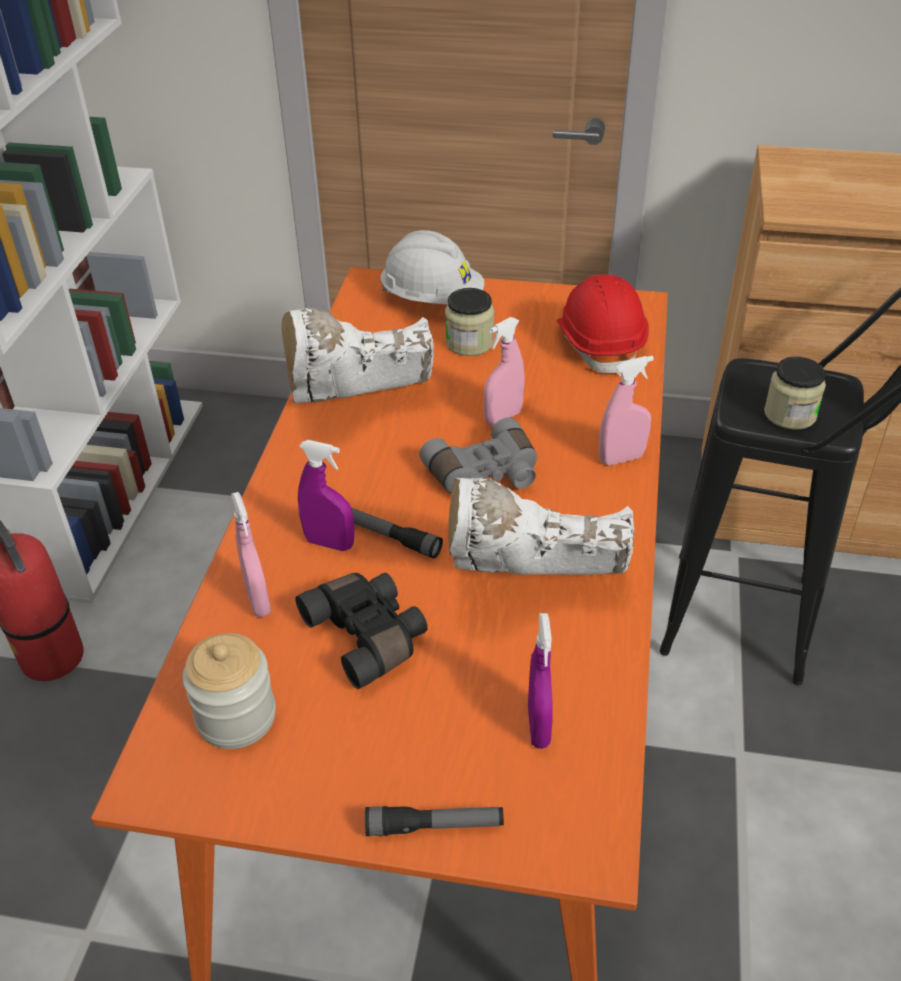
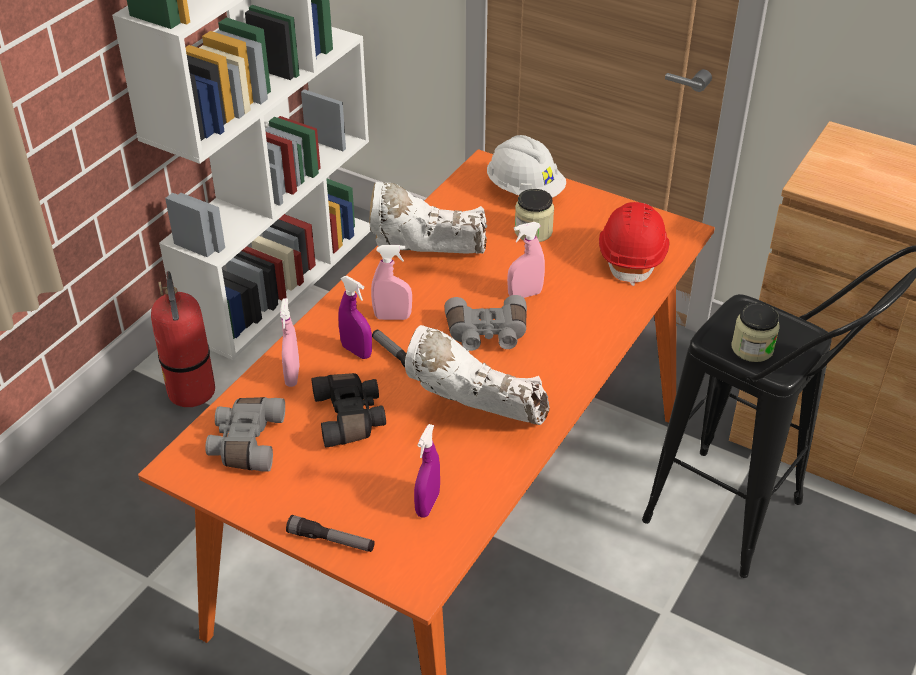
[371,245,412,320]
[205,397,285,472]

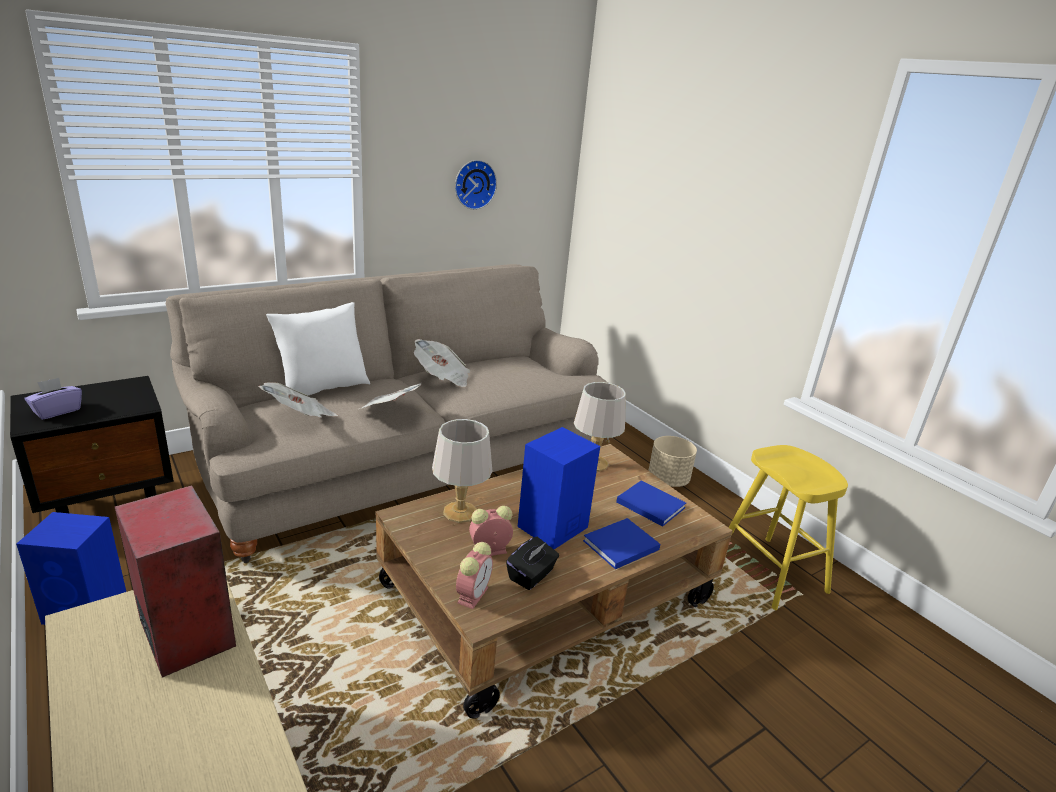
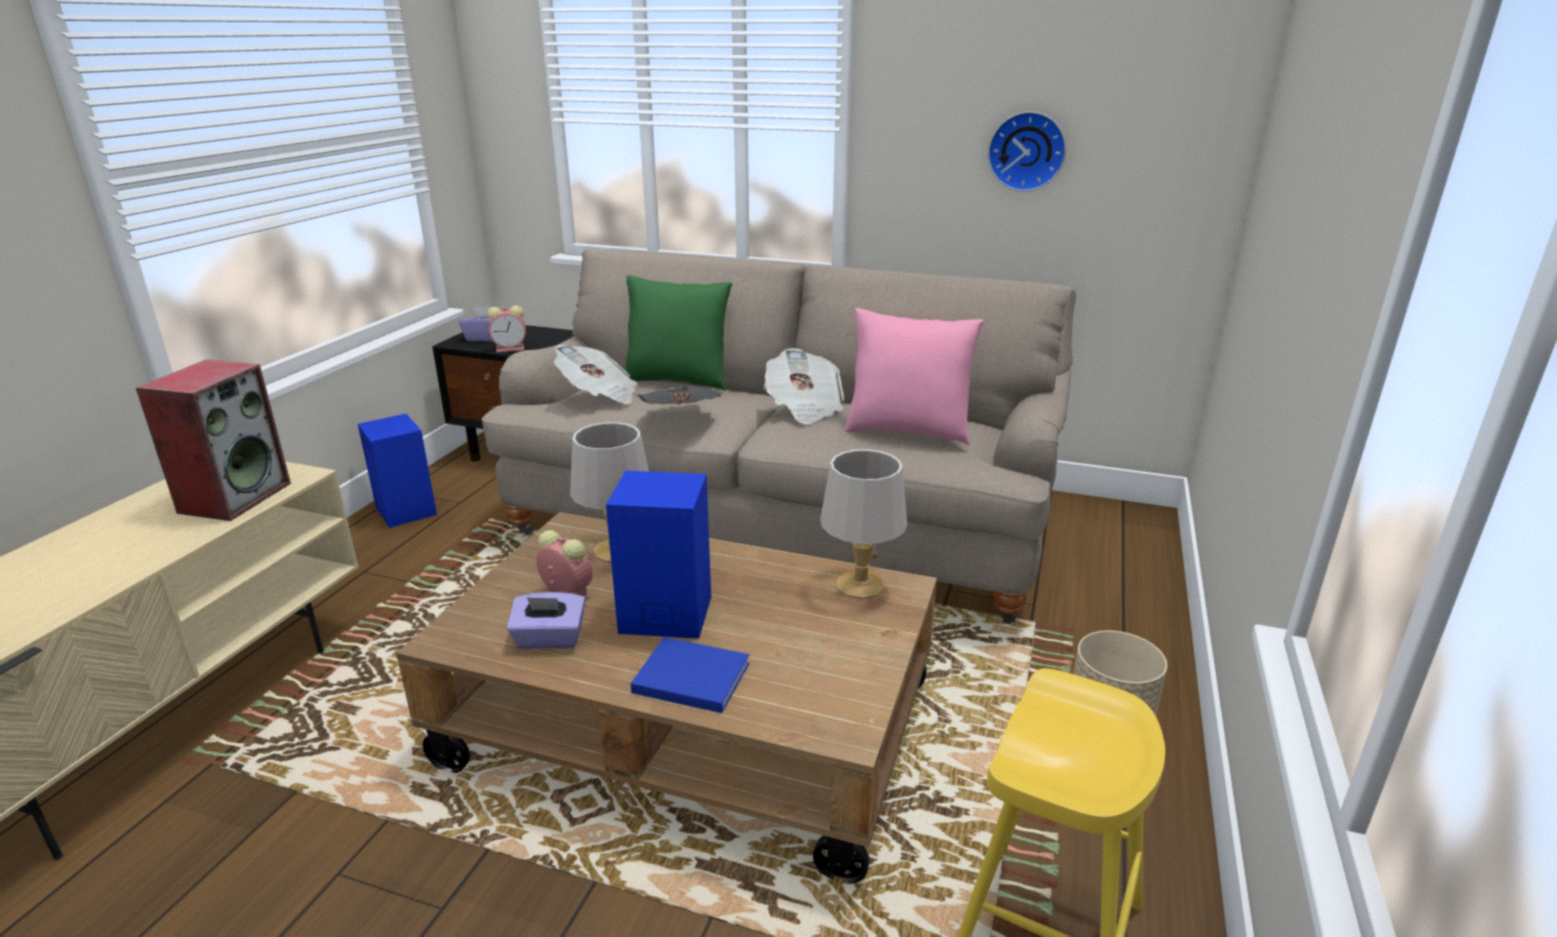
[625,275,732,391]
[616,481,686,527] (first image)
[507,592,586,649]
[487,305,526,352]
[845,308,984,445]

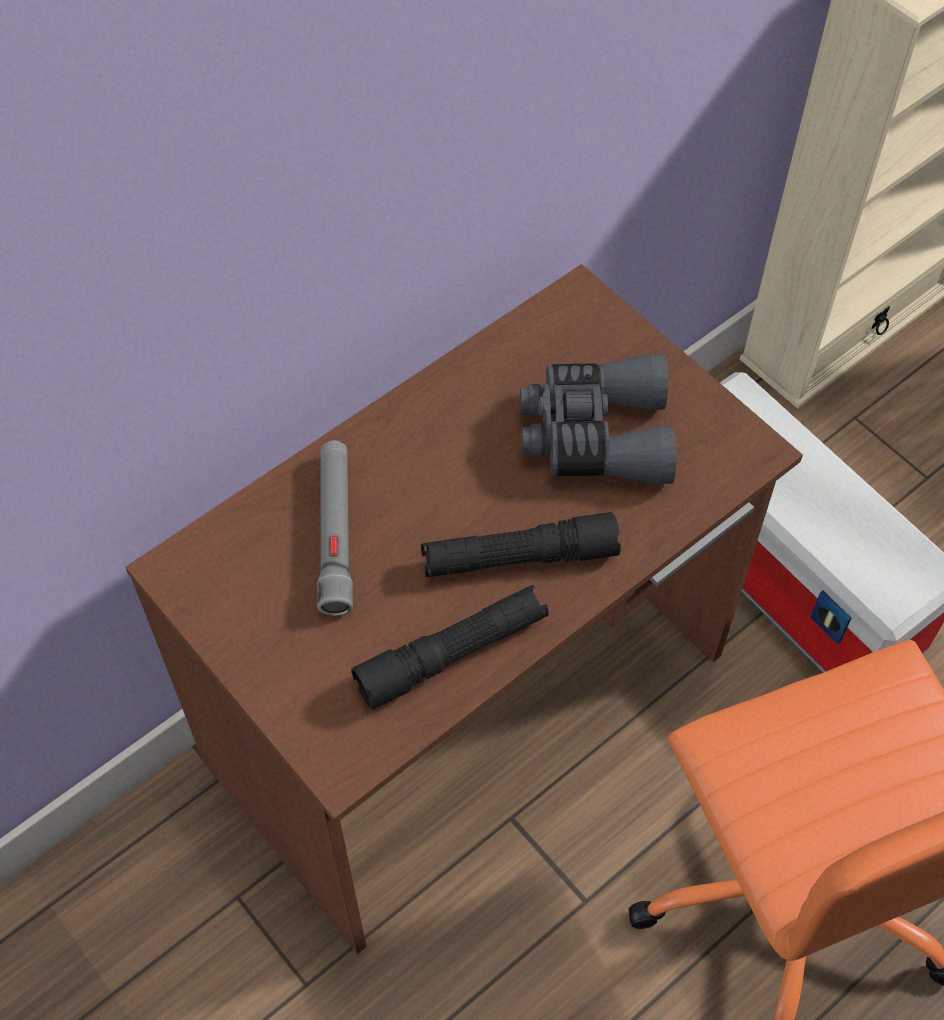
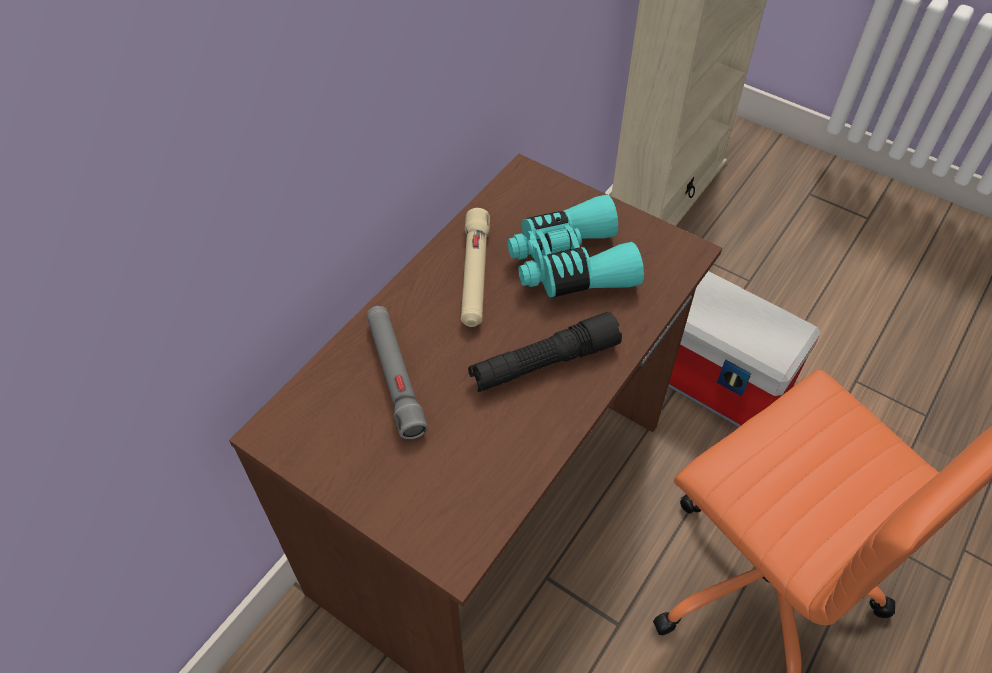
[507,195,644,298]
[351,585,549,710] (first image)
[461,208,490,327]

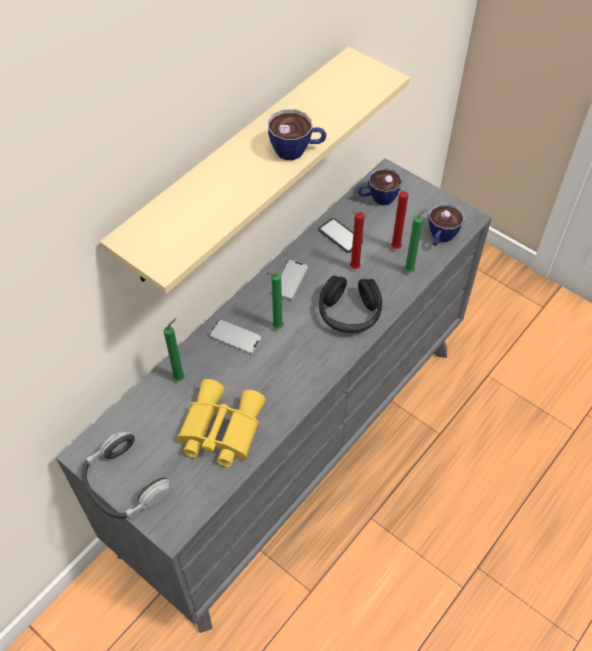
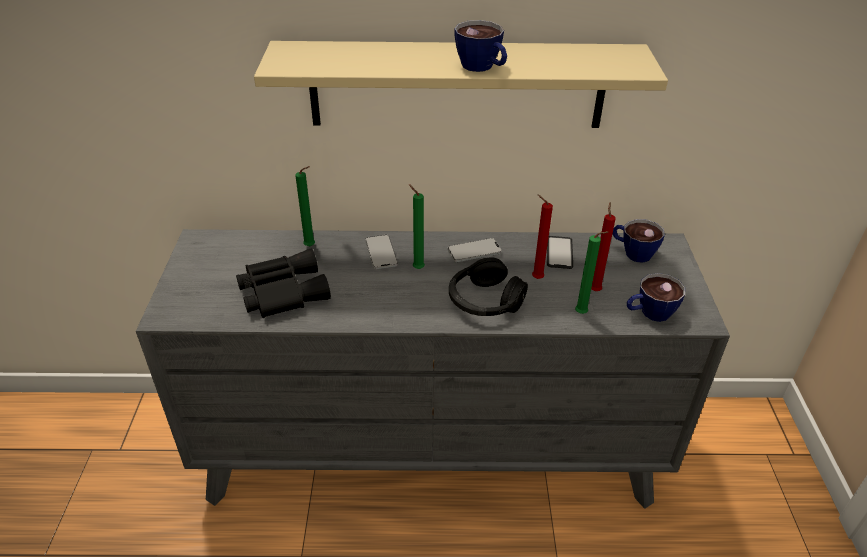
[236,248,331,318]
[81,431,171,519] (first image)

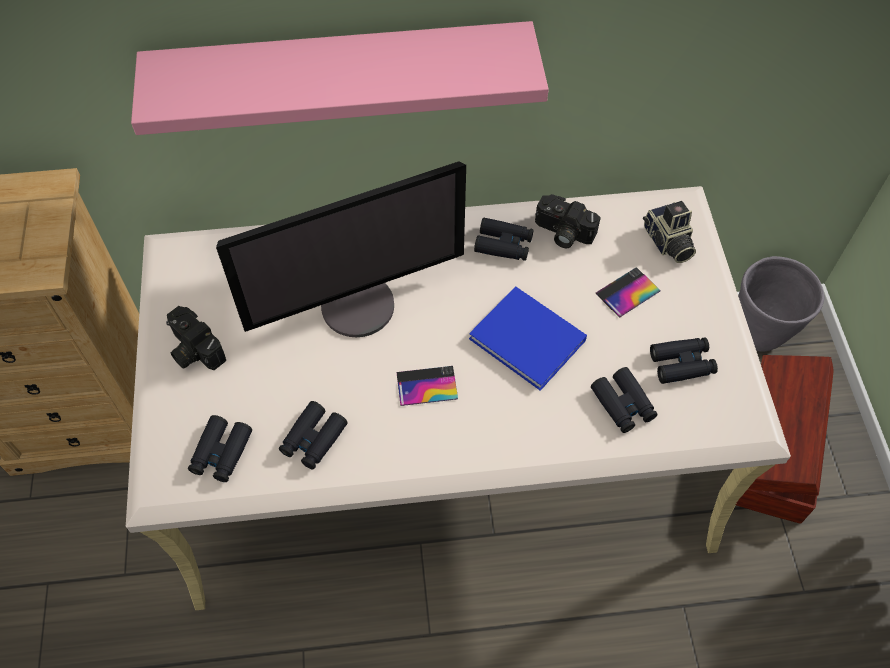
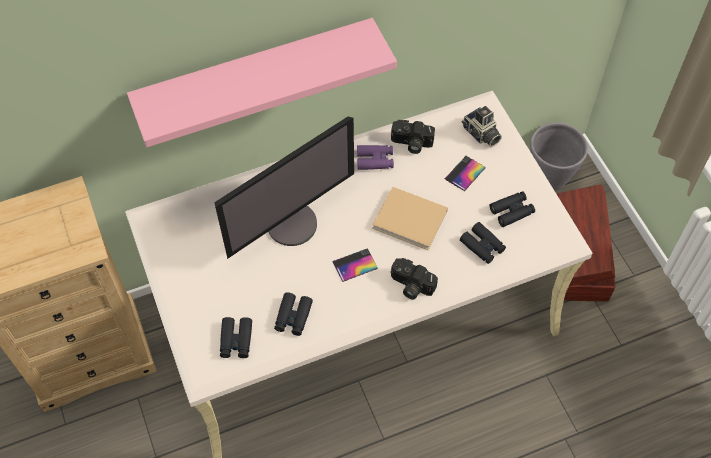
[357,145,394,170]
[372,187,448,250]
[390,258,438,300]

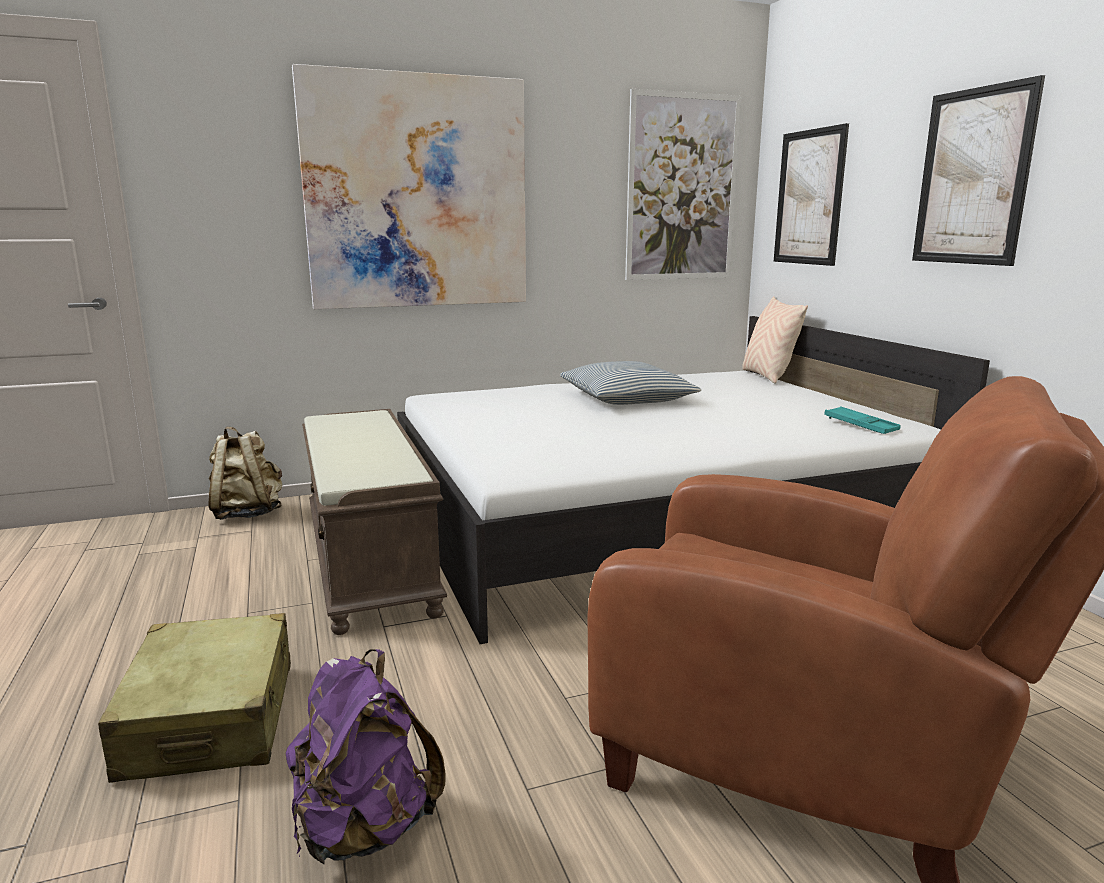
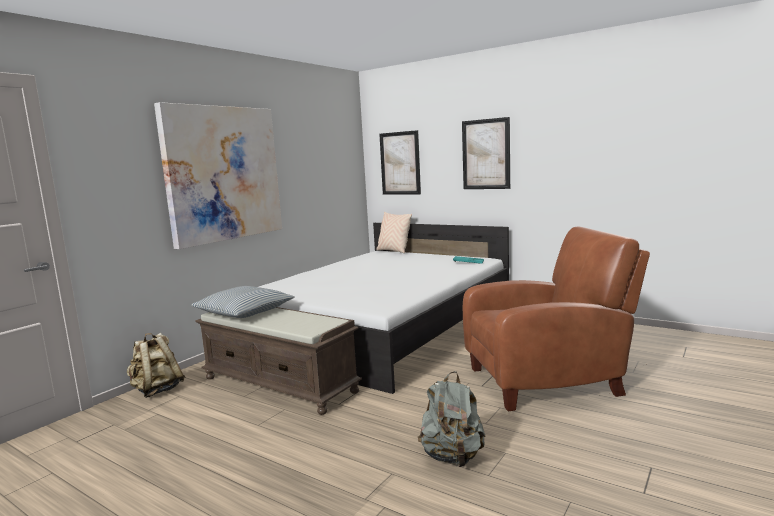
[625,89,742,280] (first image)
[191,286,295,318]
[98,613,291,783] (first image)
[418,371,486,467]

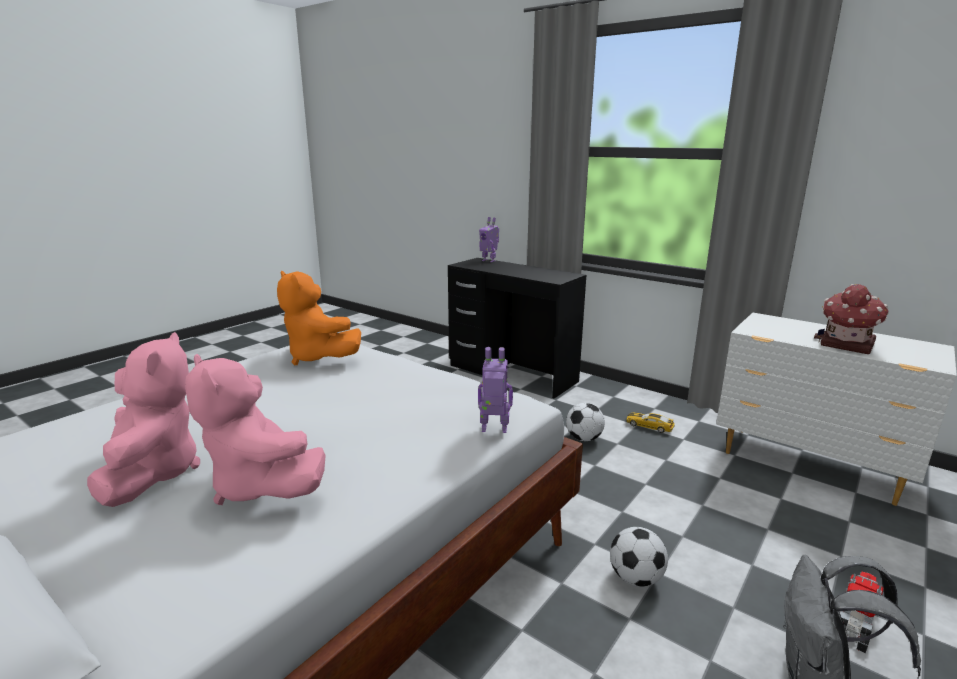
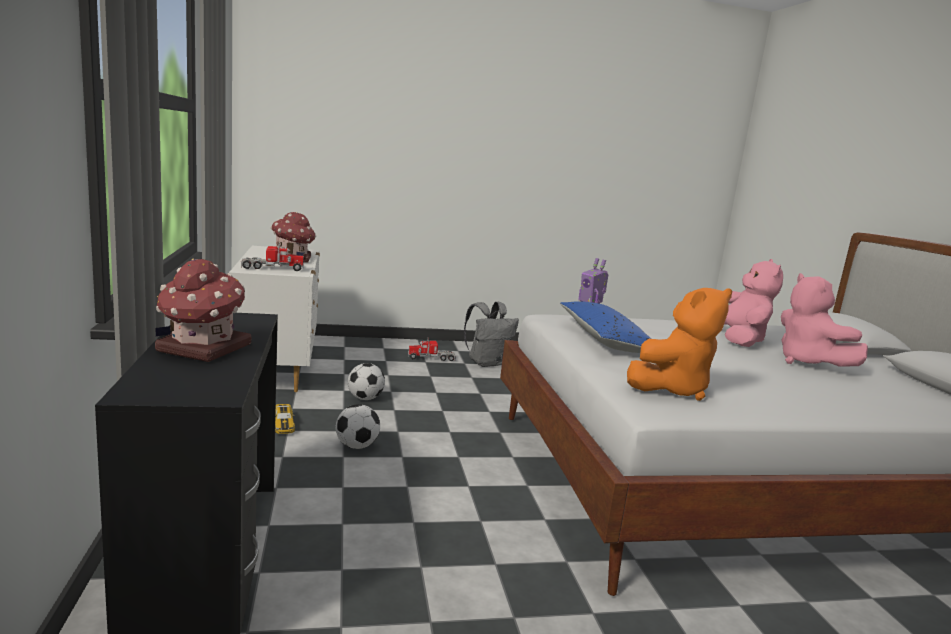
[479,217,499,262] (first image)
[627,288,732,401]
[781,273,868,367]
[348,363,385,400]
[241,243,304,271]
[155,258,251,362]
[560,301,651,353]

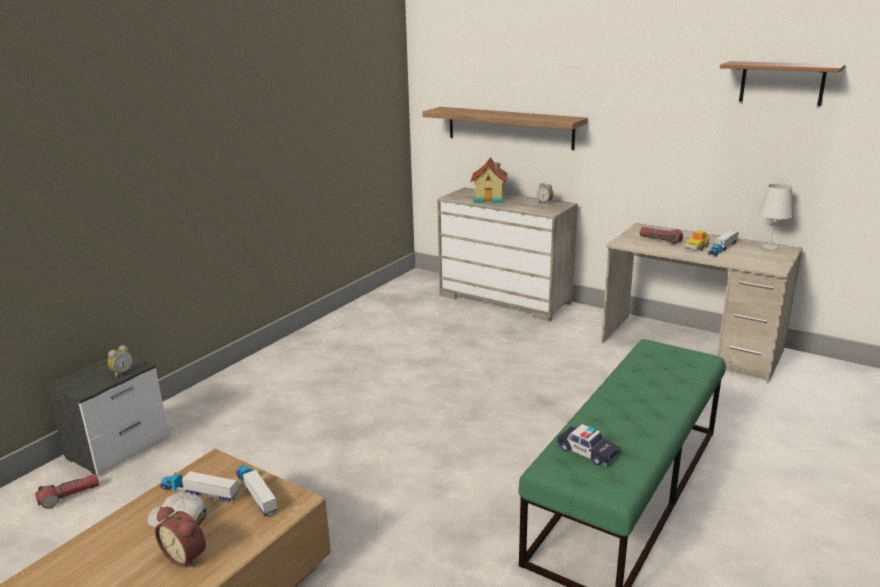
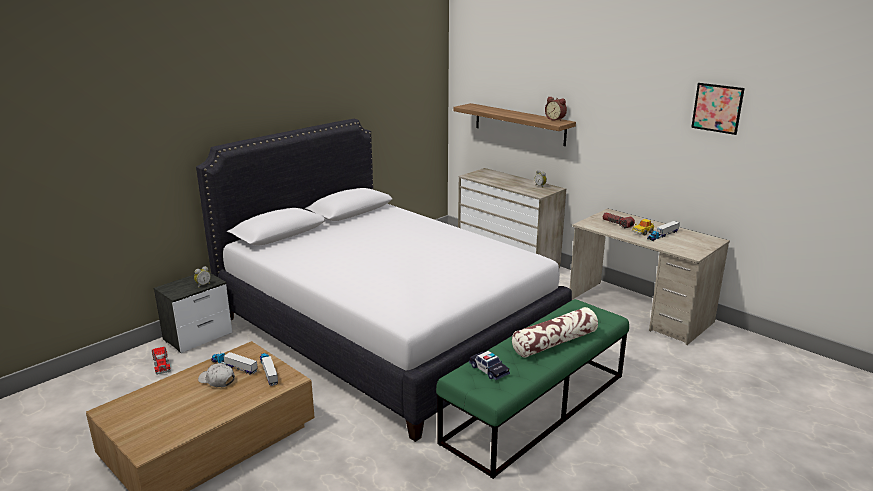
[691,83,745,135]
[471,157,507,204] (first image)
[759,184,793,250] (first image)
[152,347,171,375]
[545,97,567,121]
[196,119,572,442]
[512,307,598,358]

